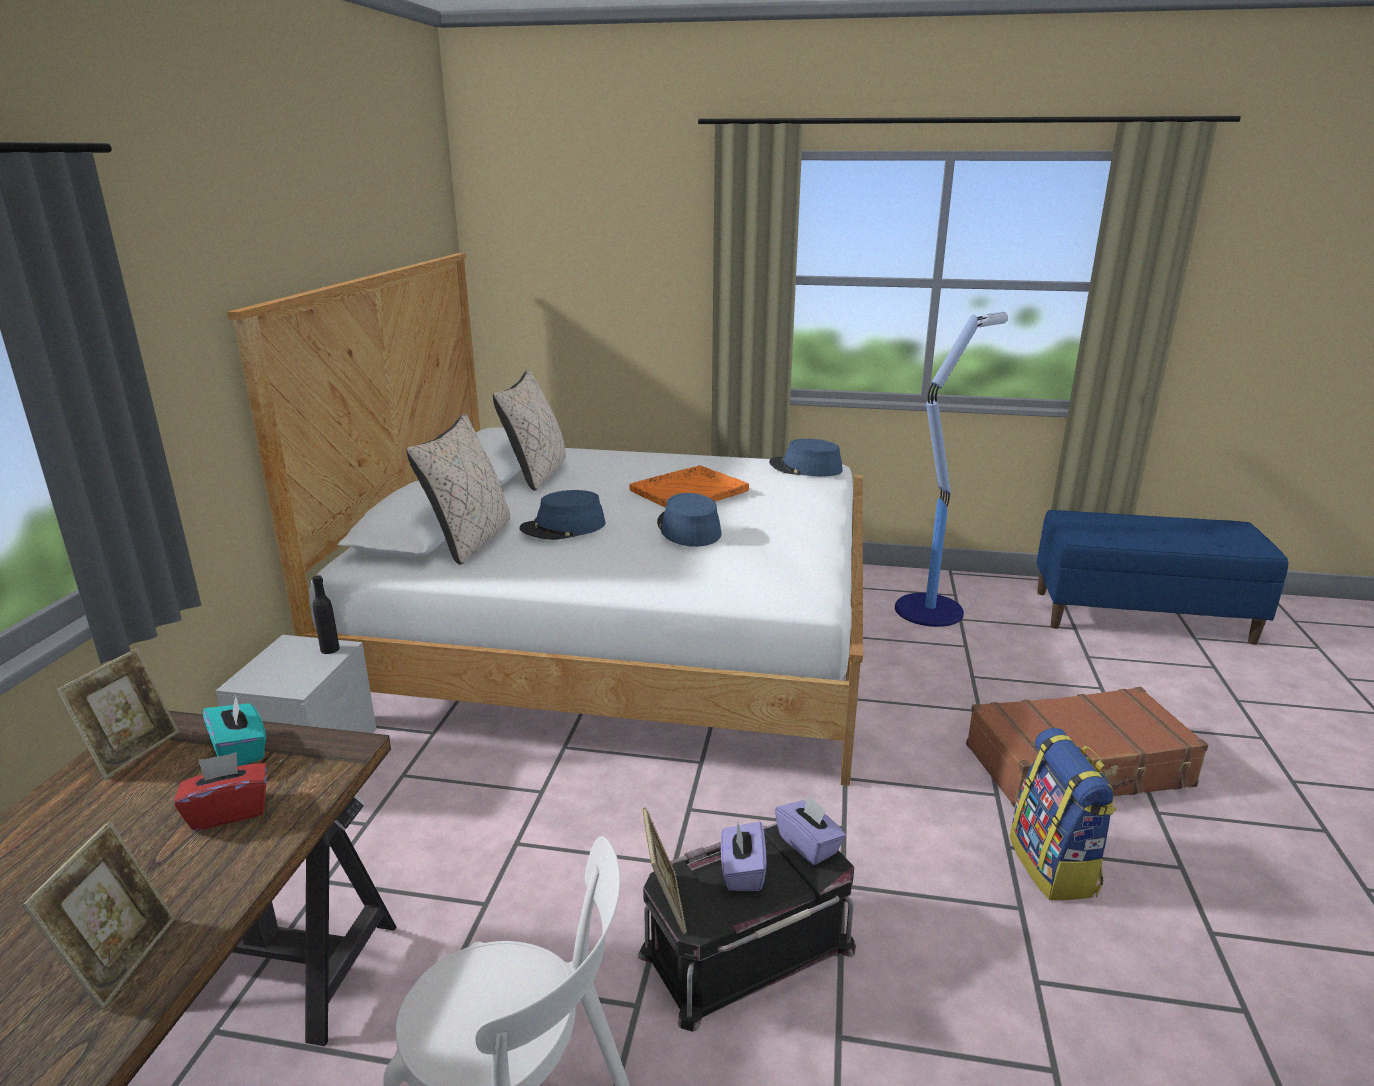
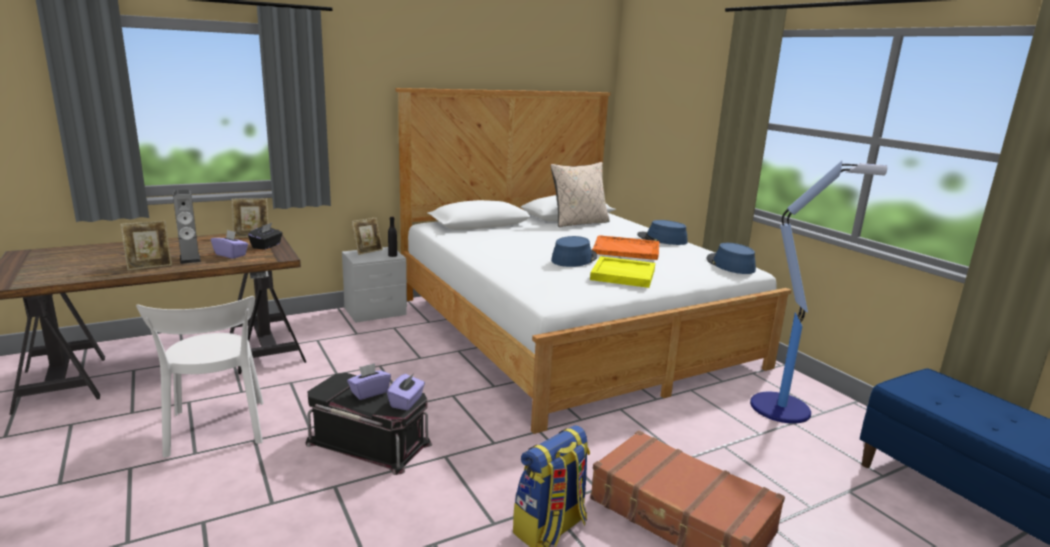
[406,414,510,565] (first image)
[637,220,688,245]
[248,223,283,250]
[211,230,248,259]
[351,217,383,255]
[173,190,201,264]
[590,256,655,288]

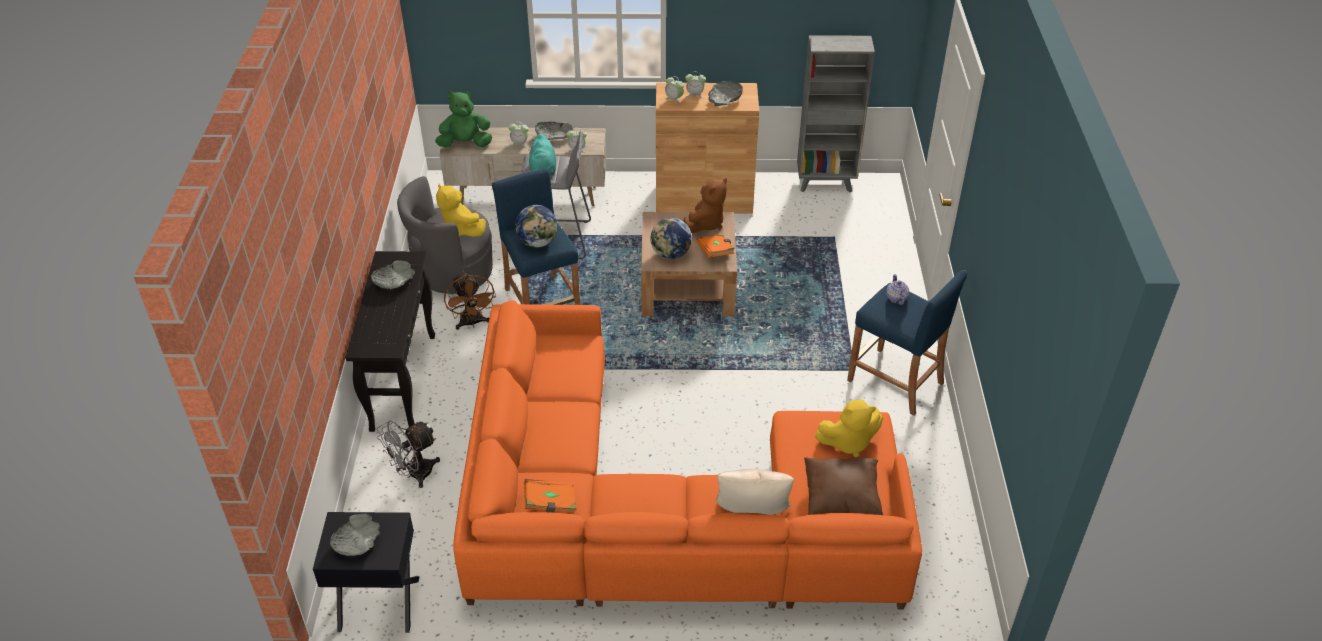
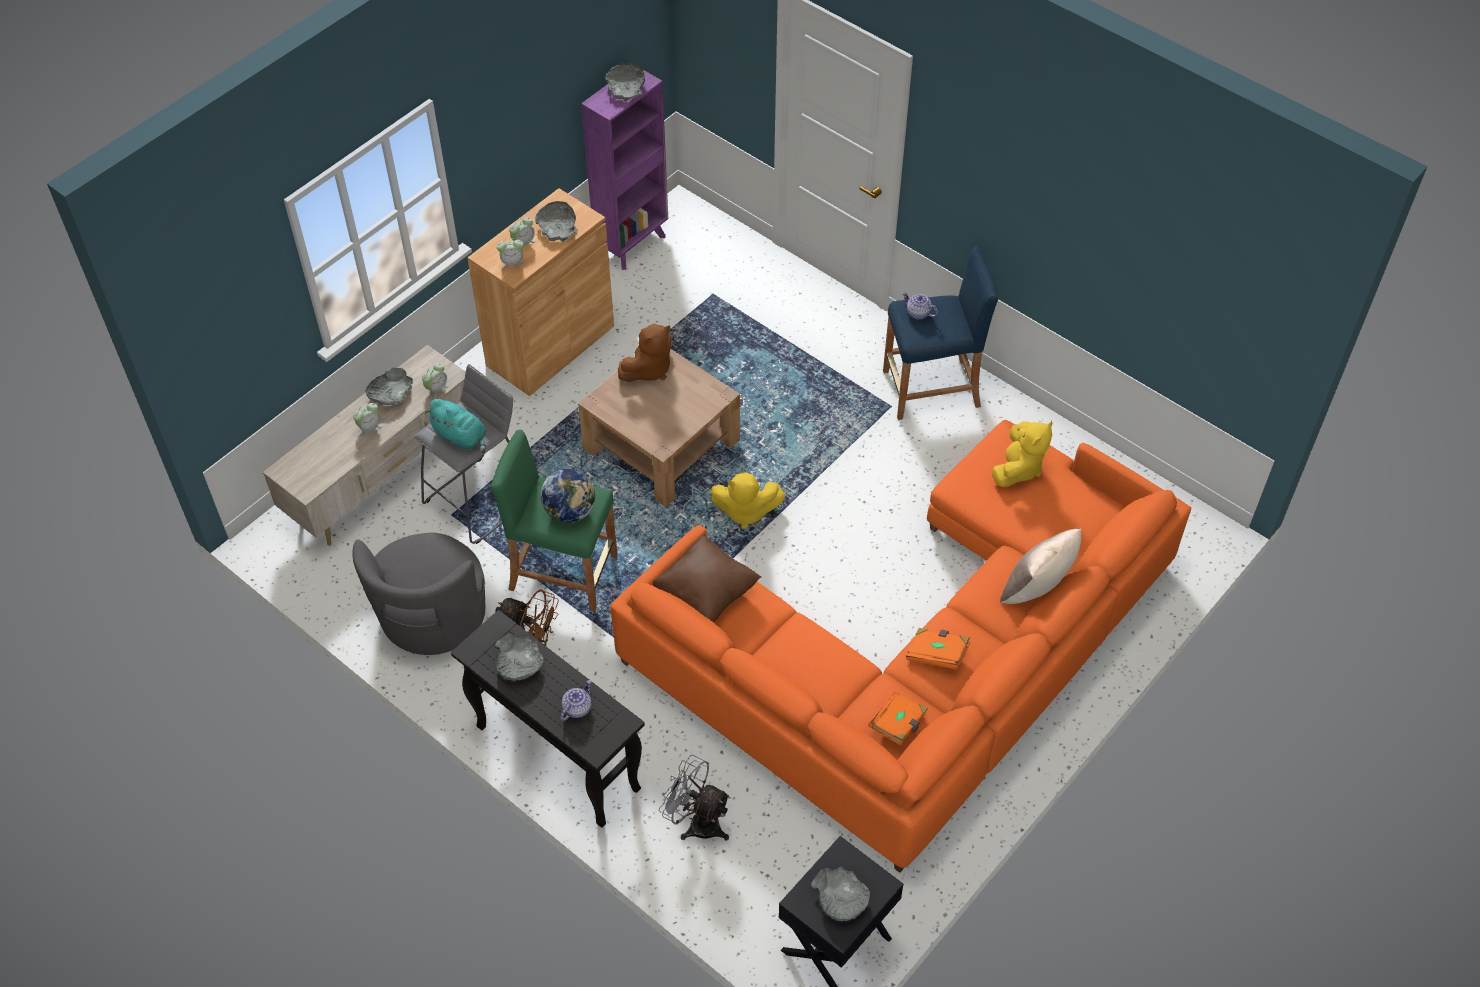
[581,69,668,270]
[435,91,492,148] (first image)
[491,429,617,612]
[618,324,671,382]
[710,472,785,529]
[651,218,692,259] (first image)
[906,628,970,670]
[659,754,731,841]
[653,534,761,622]
[605,63,645,102]
[560,680,591,721]

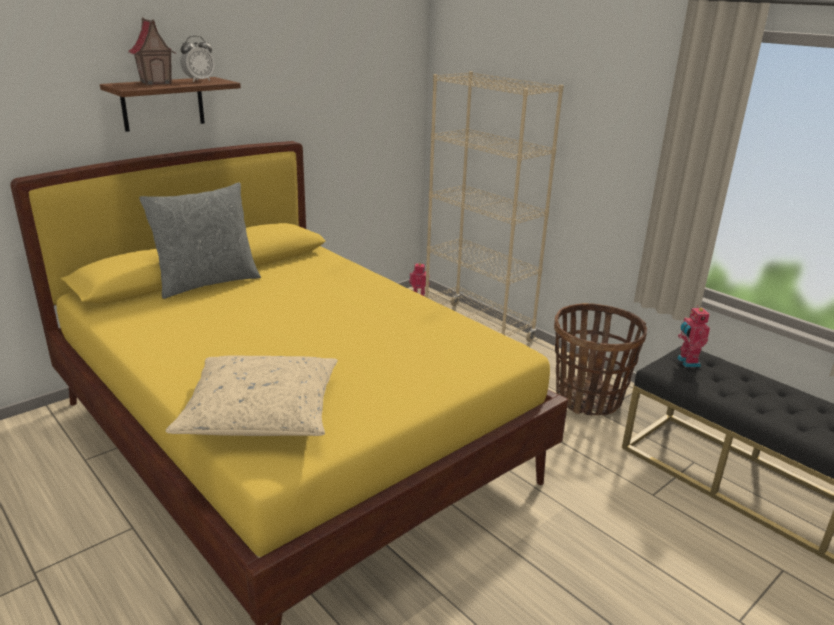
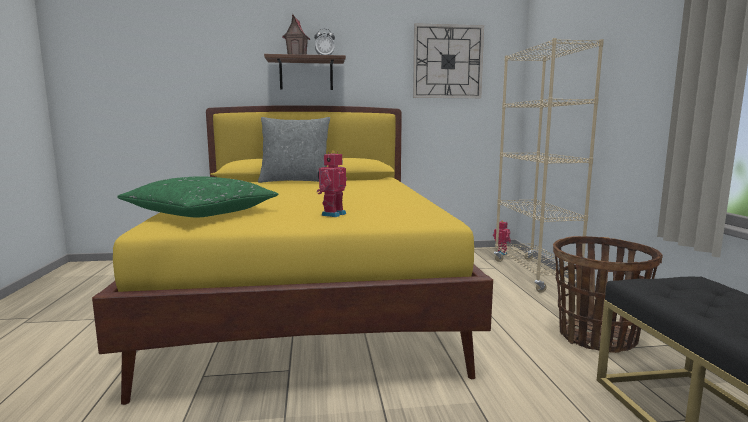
[317,151,347,217]
[117,176,279,218]
[413,23,484,98]

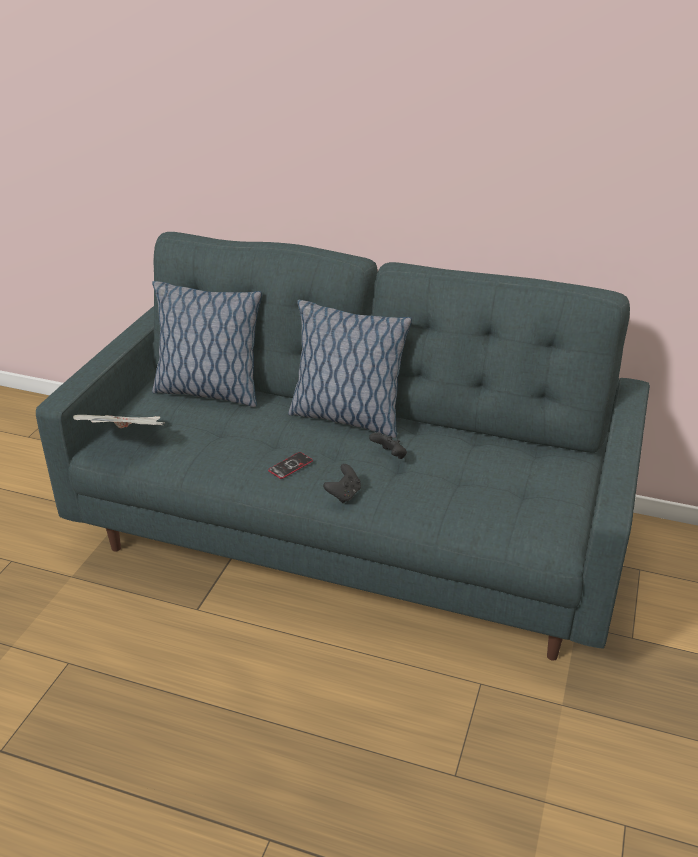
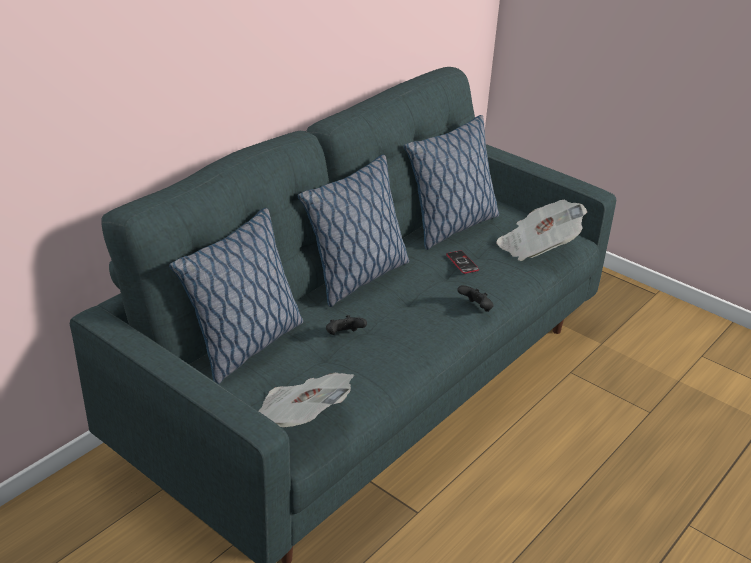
[326,315,367,335]
[446,250,479,274]
[404,115,499,250]
[496,200,587,261]

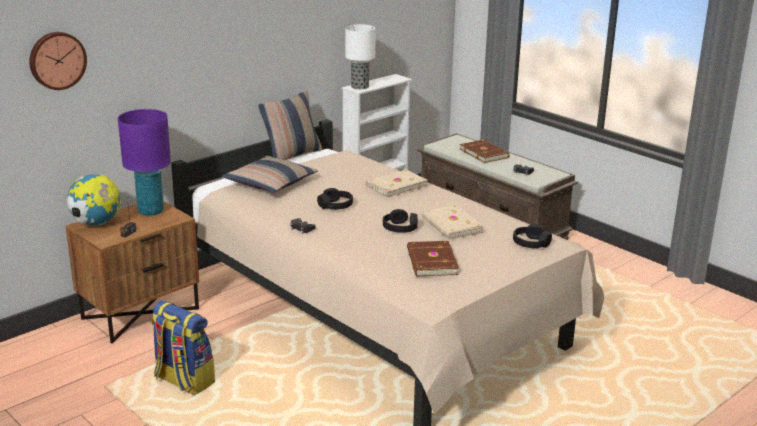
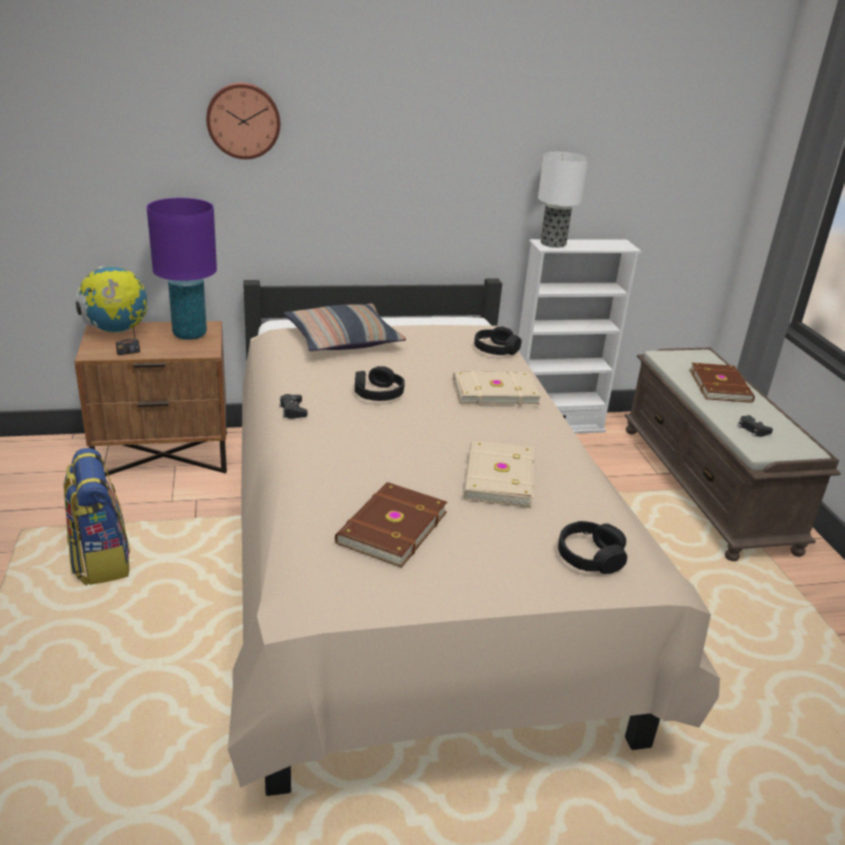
[206,82,280,159]
[258,90,322,160] (first image)
[474,326,522,356]

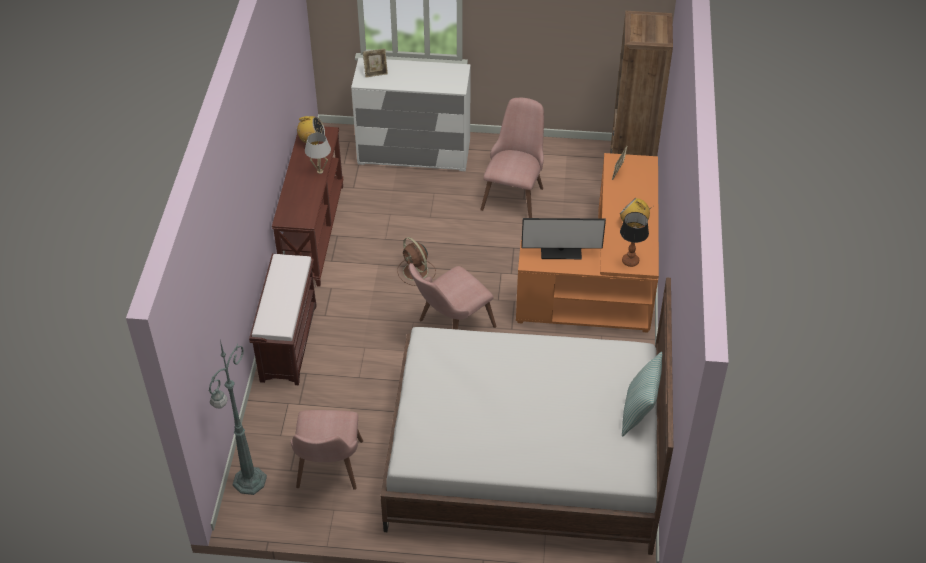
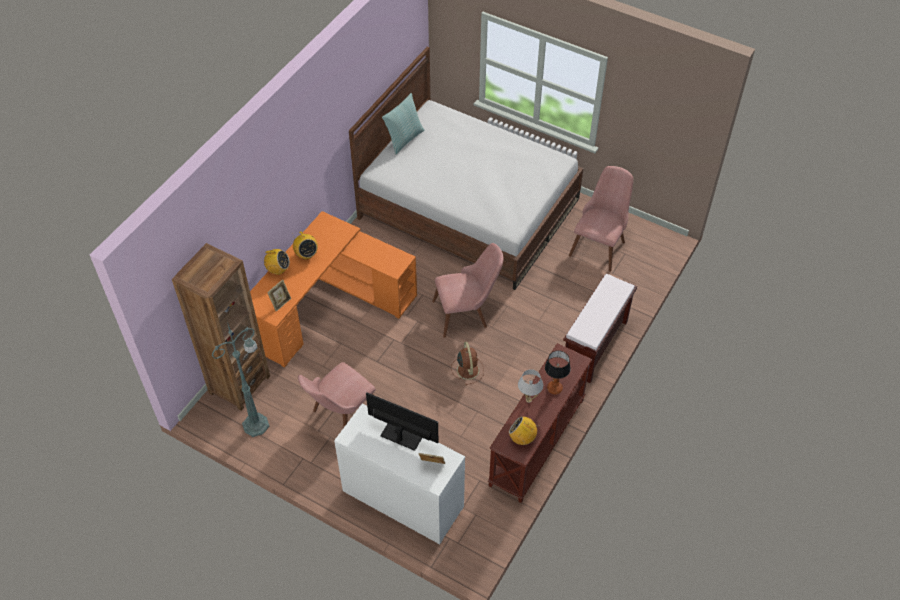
[545,351,571,394]
[366,393,438,451]
[212,322,270,437]
[264,249,290,275]

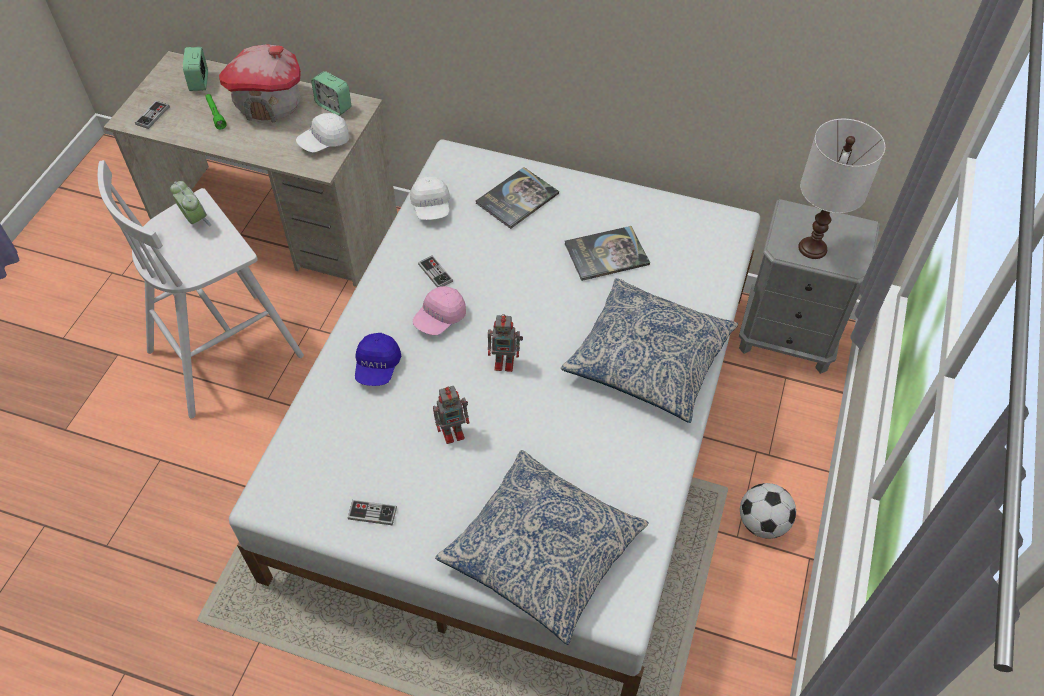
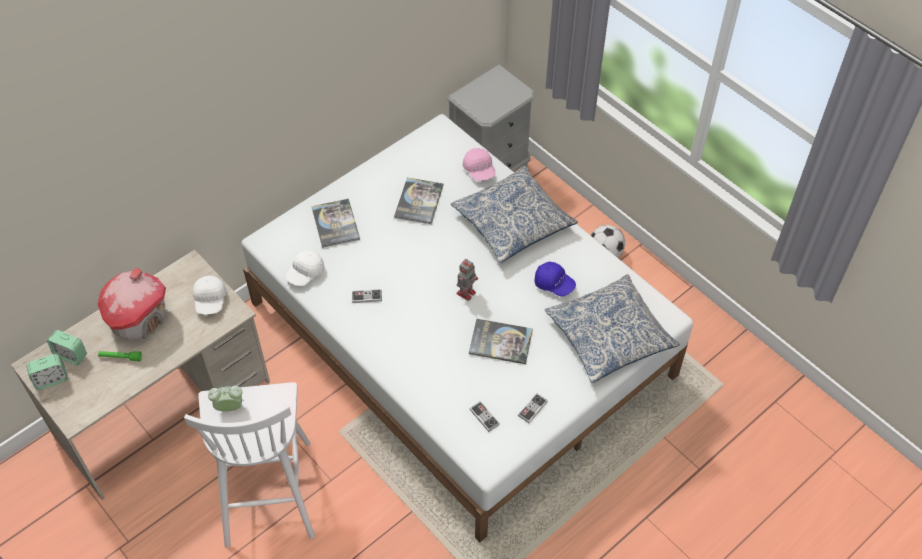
[27,354,68,390]
[470,401,500,432]
[798,119,885,259] (first image)
[286,250,324,286]
[463,148,496,181]
[535,262,576,297]
[469,319,533,364]

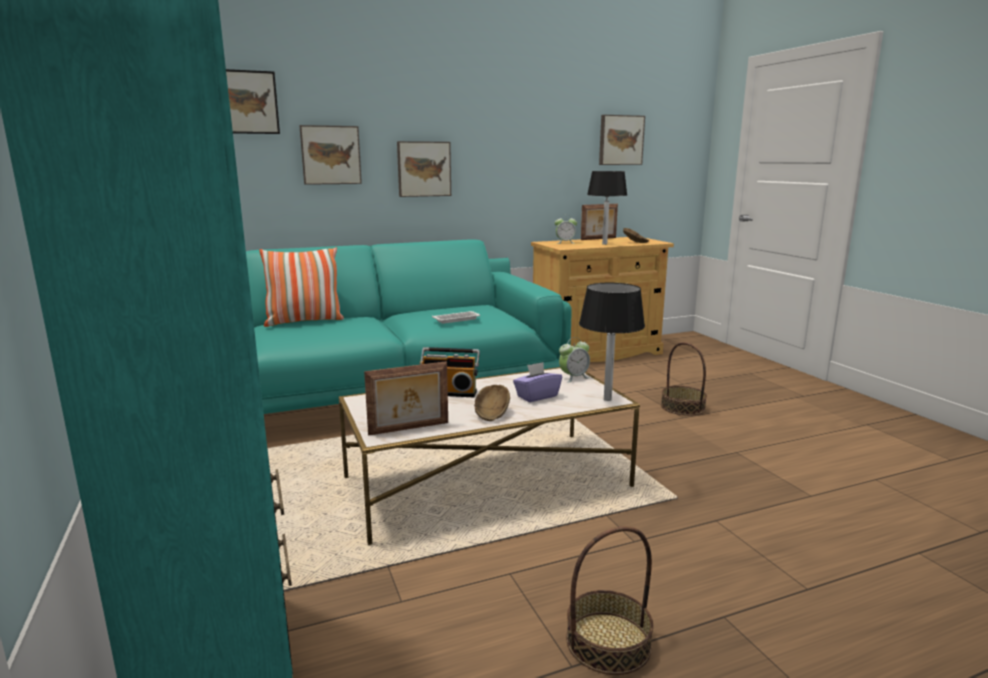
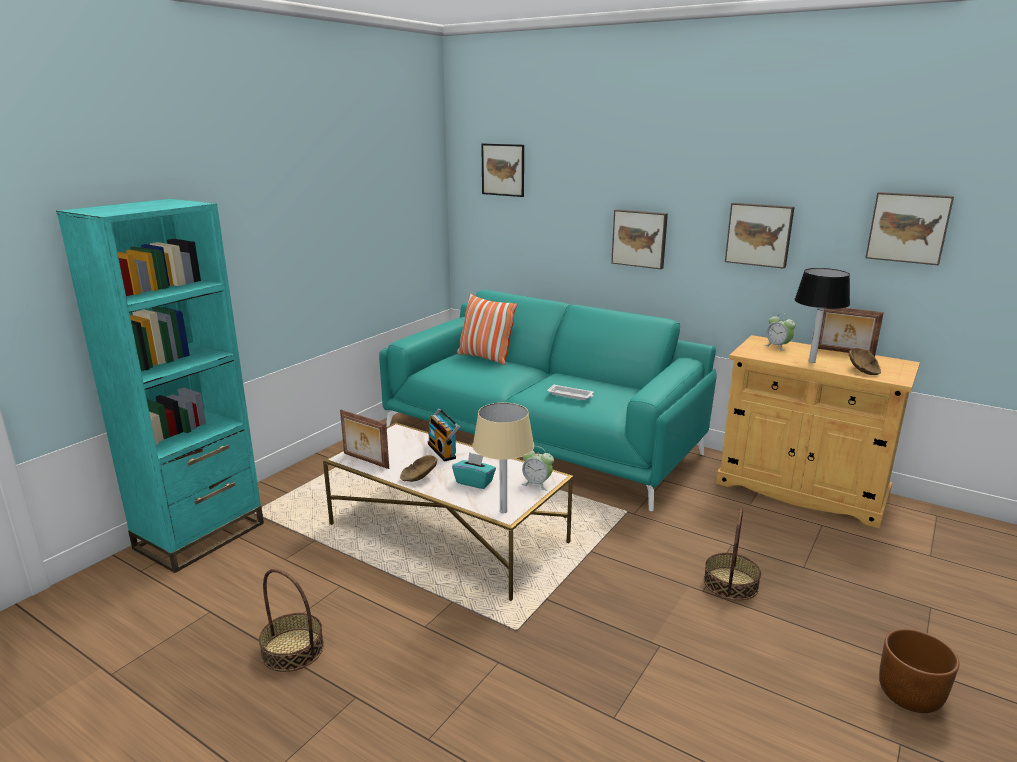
[725,203,794,269]
[472,403,534,513]
[452,452,496,489]
[879,629,960,713]

